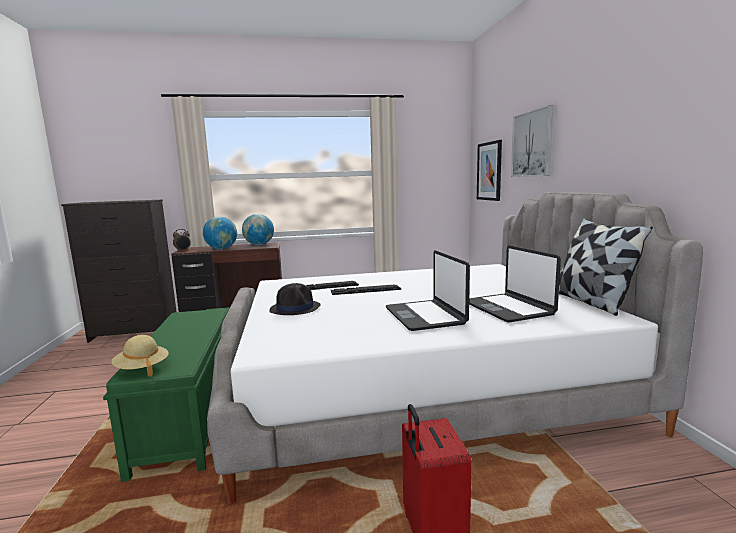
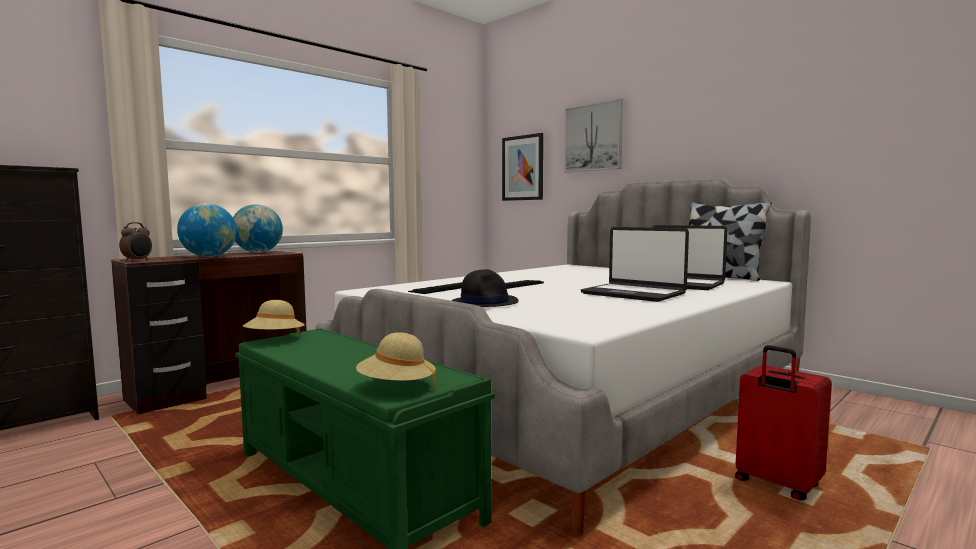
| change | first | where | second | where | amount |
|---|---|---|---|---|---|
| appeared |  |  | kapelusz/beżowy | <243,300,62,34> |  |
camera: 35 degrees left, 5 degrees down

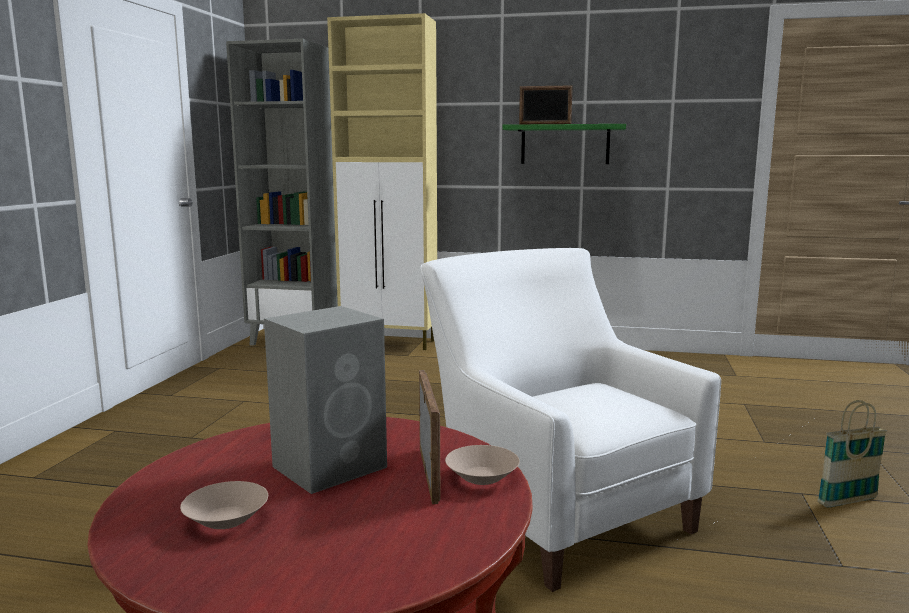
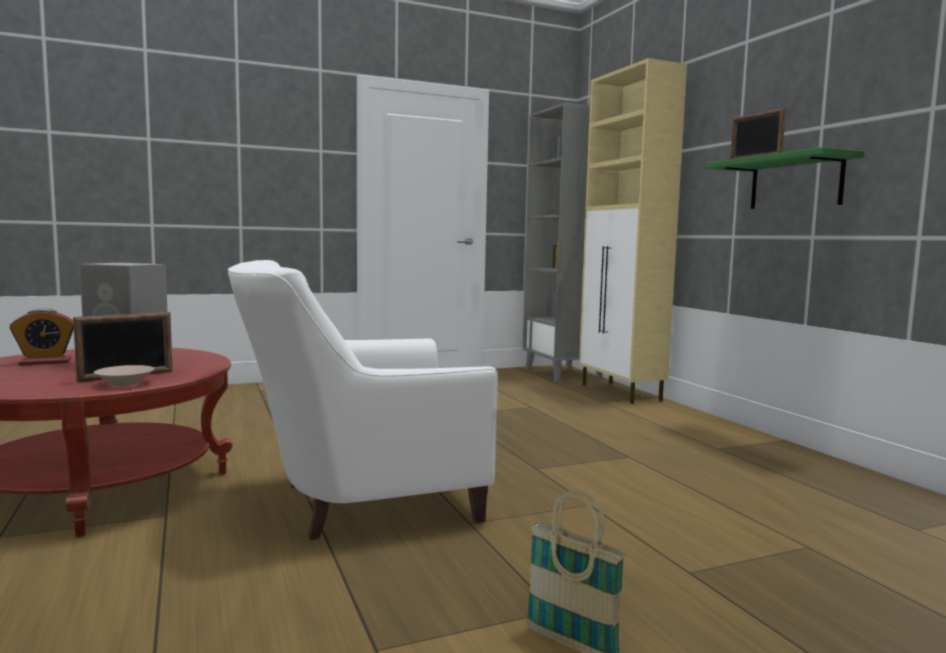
| change | first | where | second | where | amount |
|---|---|---|---|---|---|
| spun | fotel/biały | <420,248,301,344> |  | <228,260,270,280> | 135 degrees counterclockwise |
| exchanged | miska/beżowy | <180,481,88,48> | budzik | <9,309,65,56> |  |
camera: 55 degrees right, 5 degrees down

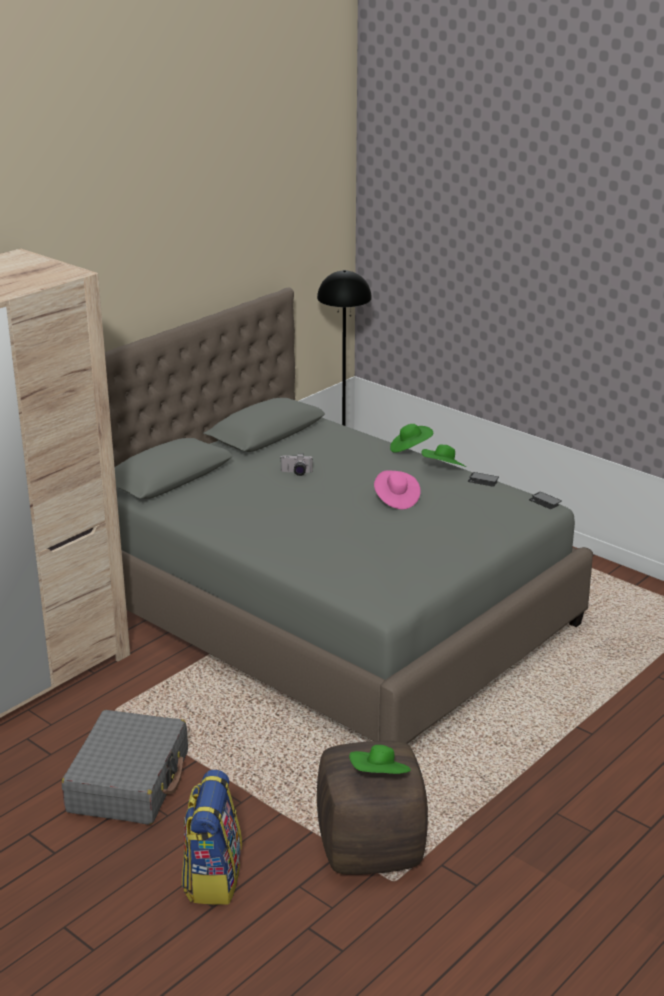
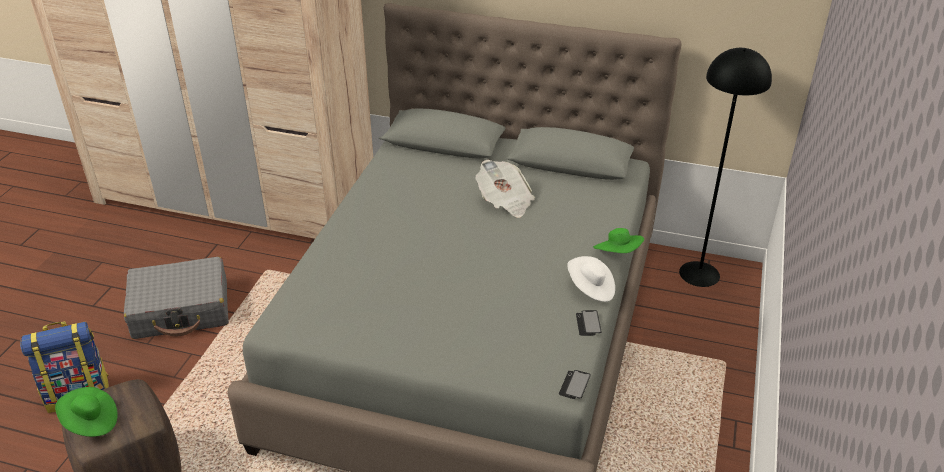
| change | first | where | second | where | amount |
|---|---|---|---|---|---|
| colour | kapelusz/zielony | <422,445,44,22> | kapelusz/biały | <567,256,48,46> |  |
| exchanged | aparat fotograficzny | <280,454,33,22> | gazeta | <476,160,59,58> |  |
| missing | kapelusz/różowy | <374,471,47,39> |  |  |  |
camera: 65 degrees right, 10 degrees up

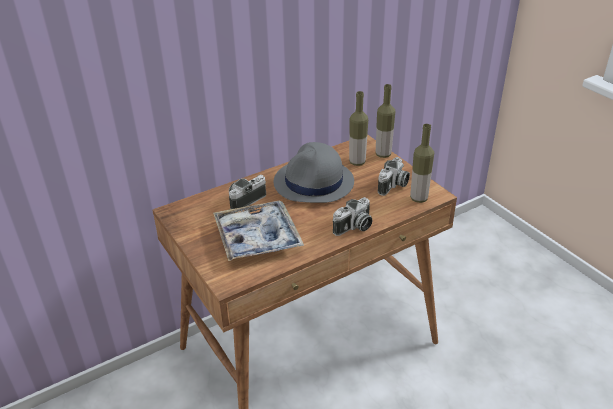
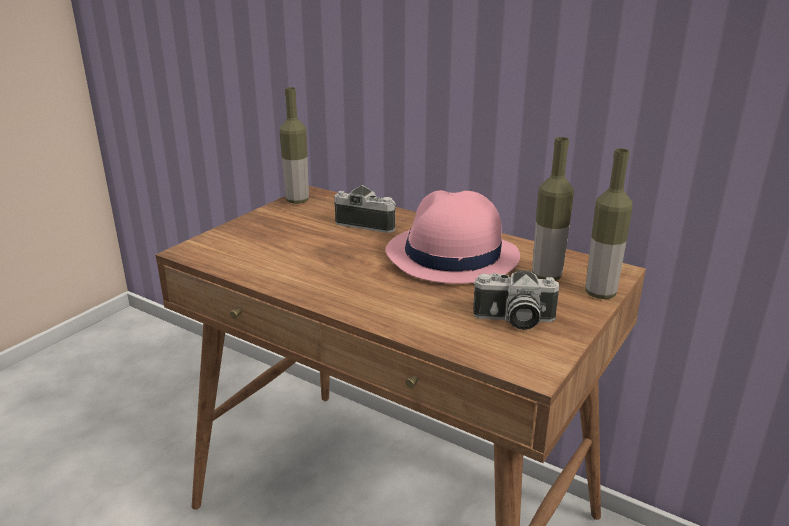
| change | first | where | second | where | amount |
|---|---|---|---|---|---|
| relocated | butelka | <410,124,24,79> |  | <280,87,29,117> |  |
| colour | kapelusz/szary | <274,142,80,61> | kapelusz/różowy | <385,190,135,94> |  |
| missing | aparat fotograficzny | <333,197,39,39> |  |  |  |
| missing | taca | <213,201,91,60> |  |  |  |
camera: 65 degrees right, 10 degrees down

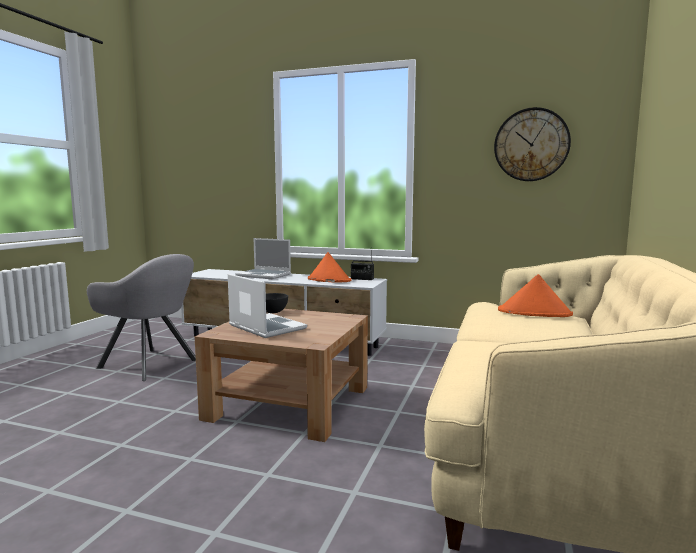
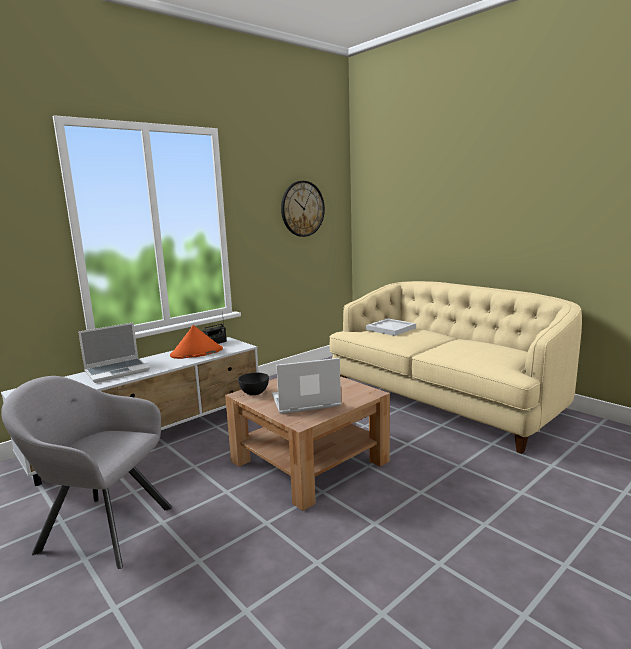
| change | first | where | second | where | amount |
|---|---|---|---|---|---|
| spun | fotel/szary | <87,254,109,127> |  | <1,376,172,193> | 135 degrees counterclockwise |
| exchanged | kapelusz/pomarańczowy | <498,274,75,43> | taca/biały | <366,318,50,18> |  |
camera: 60 degrees left, 5 degrees up

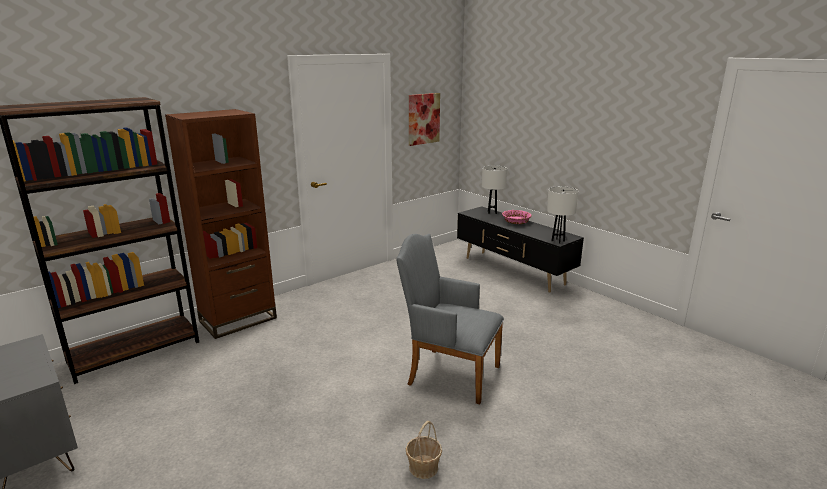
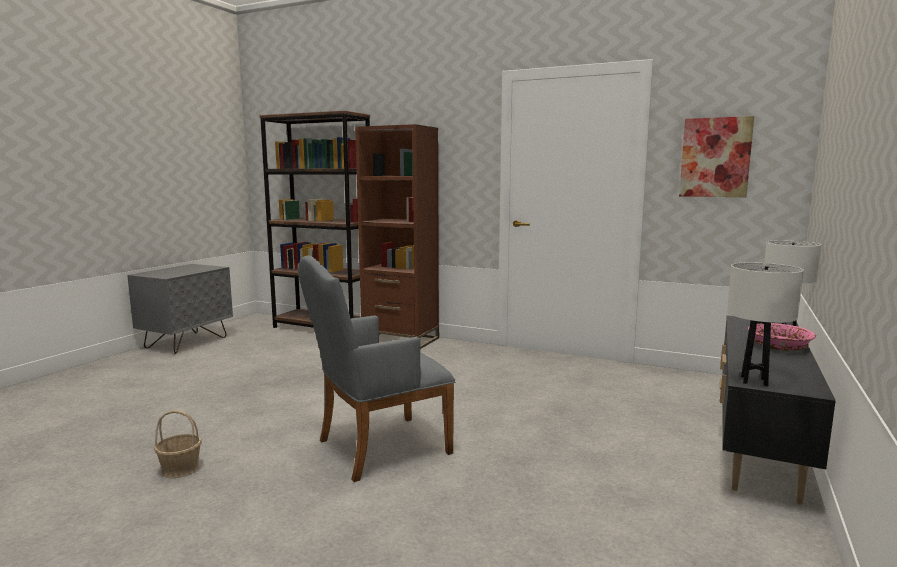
| change | first | where | second | where | amount |
|---|---|---|---|---|---|
| spun | fotel/szary | <396,234,108,171> |  | <298,256,157,226> | 120 degrees counterclockwise |
camera: 65 degrees right, 10 degrees down

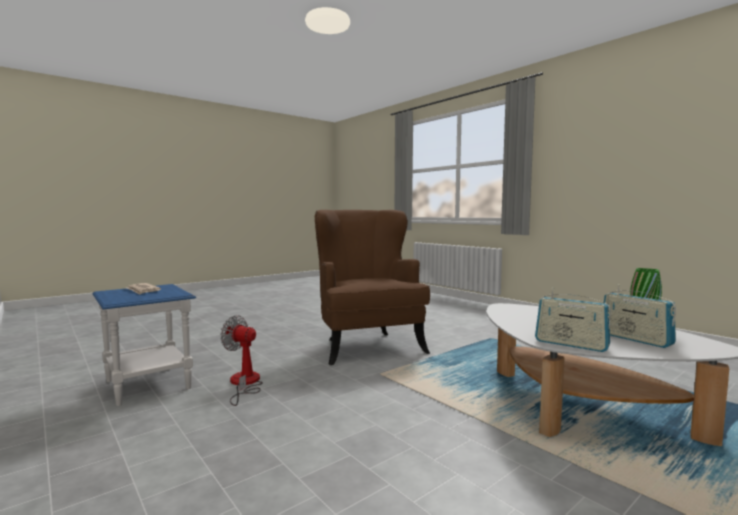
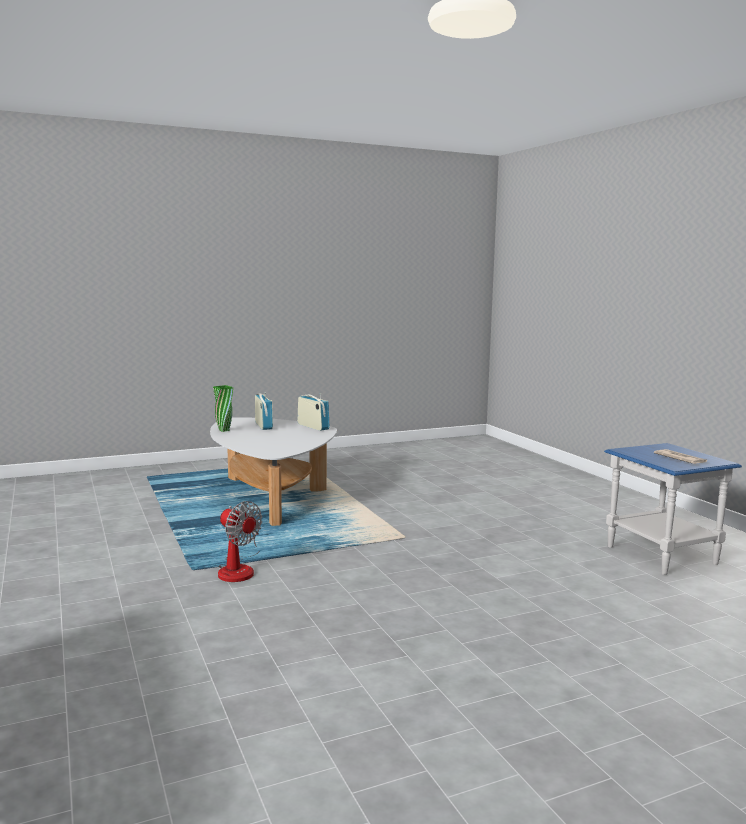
| change | first | where | second | where | amount |
|---|---|---|---|---|---|
| missing | fotel/brązowy | <315,210,115,155> |  |  |  |
| relocated | wentylator | <220,315,43,91> |  | <218,501,44,81> |  |
camera: 165 degrees left, 5 degrees up

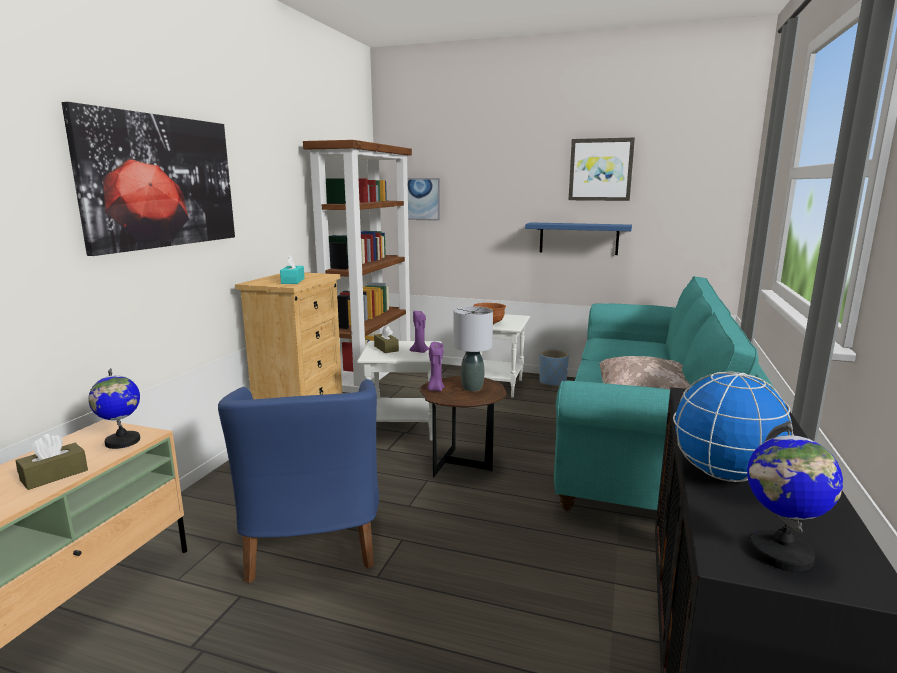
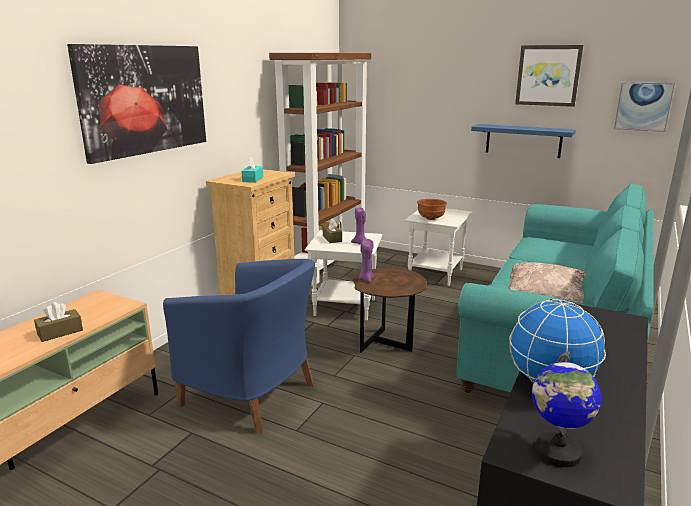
| change | first | where | second | where | amount |
|---|---|---|---|---|---|
| relocated | obraz | <407,178,33,43> |  | <614,82,61,50> |  |
| missing | lampa stołowa/szary | <454,306,39,85> |  |  |  |
| missing | donica/niebieski | <539,350,30,37> |  |  |  |
| missing | globus | <88,368,52,81> |  |  |  |
| spun | fotel/niebieski | <218,379,161,204> |  | <163,259,152,176> | 60 degrees counterclockwise |
camera: 10 degrees right, 5 degrees up

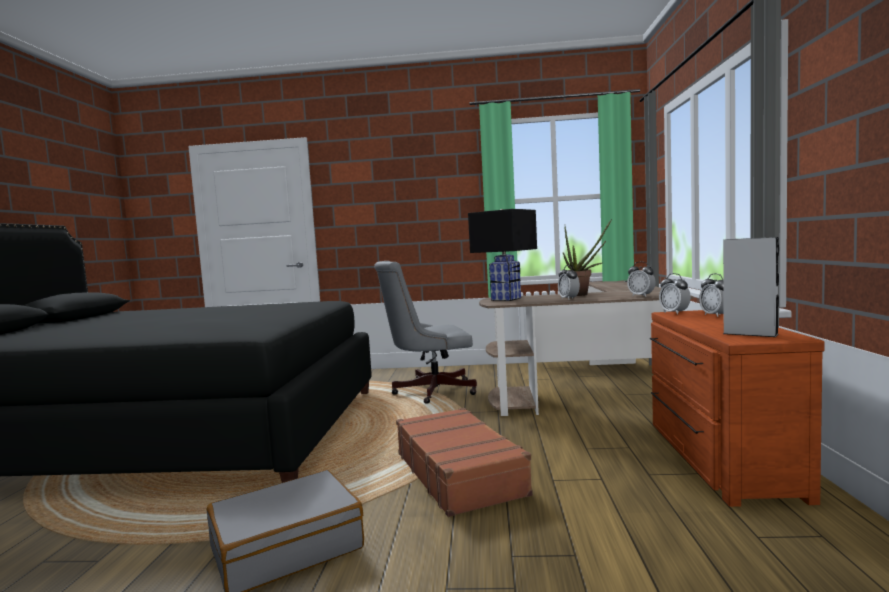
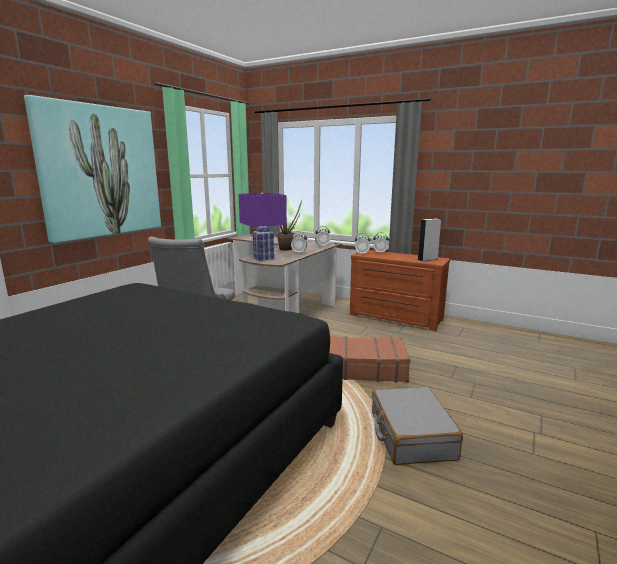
| change | first | where | second | where | amount |
|---|---|---|---|---|---|
| colour | lampa stołowa/czarny | <468,209,69,92> | lampa stołowa/fioletowy | <239,193,48,68> |  |
| appeared |  |  | obraz | <24,95,137,148> |  |
camera: 65 degrees left, 10 degrees up

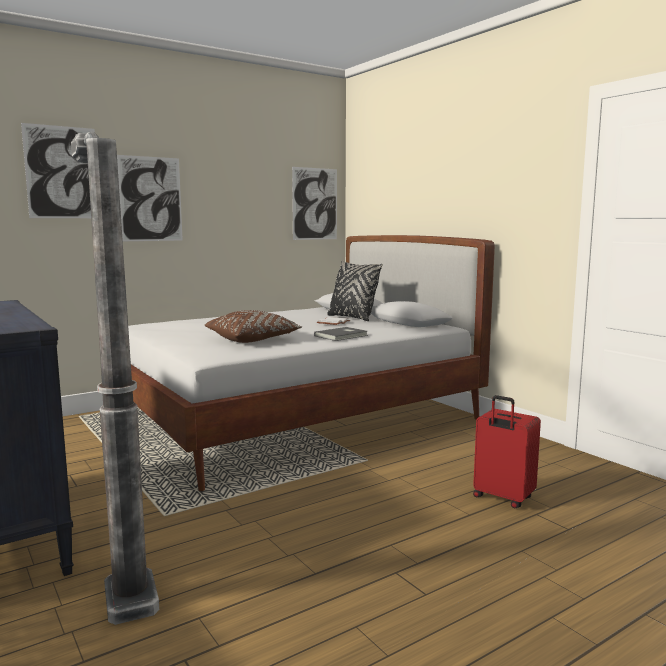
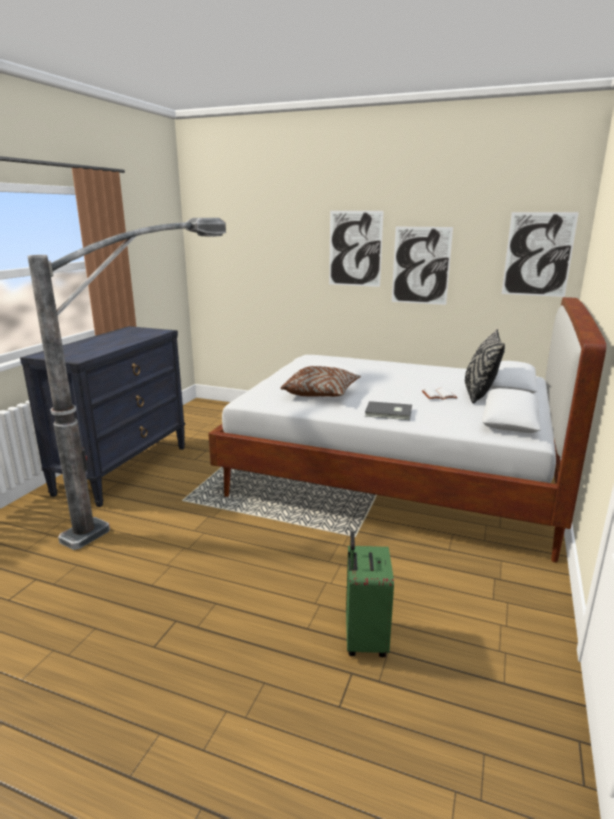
| change | first | where | second | where | amount |
|---|---|---|---|---|---|
| relocated | obraz | <21,123,74,95> |  | <392,227,61,78> |  |
| colour | walizka/czerwony | <473,395,68,114> | walizka/zielony | <346,531,48,126> |  |
camera: 55 degrees right, 10 degrees up

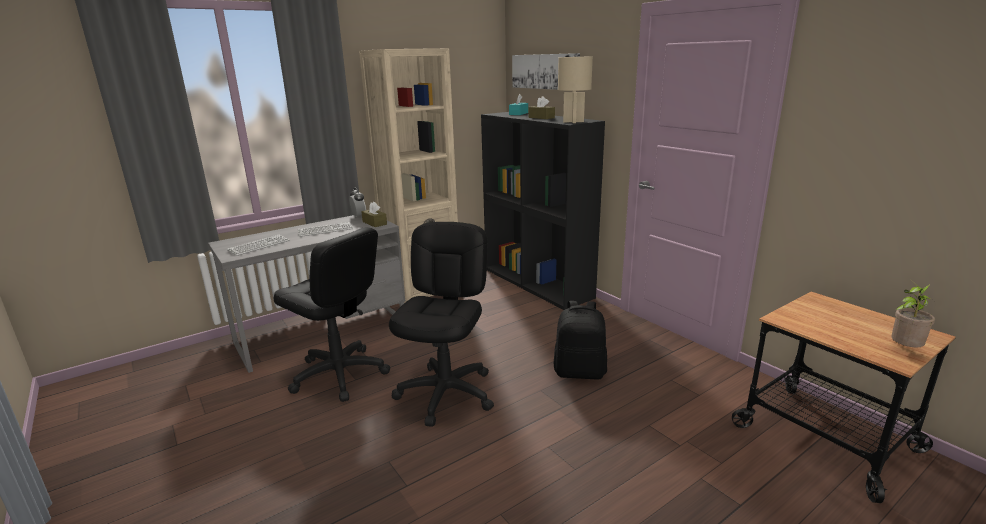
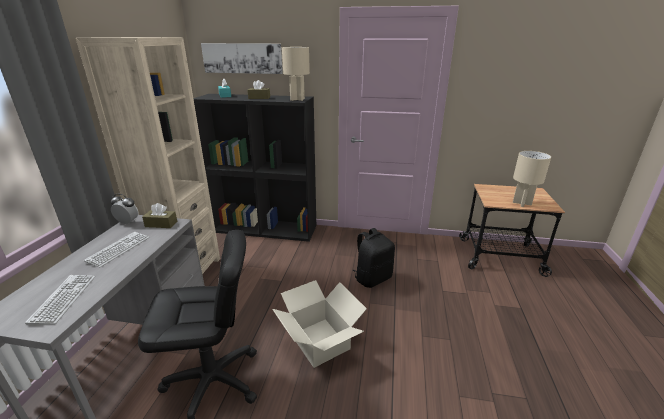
| change | first | where | second | where | amount |
|---|---|---|---|---|---|
| exchanged | krzesło biurowe/czarny | <389,222,105,205> | karton | <272,280,95,88> |  |
| missing | roślina doniczkowa | <891,280,44,67> |  |  |  |
| appeared |  |  | lampa stołowa/beżowy | <513,151,38,56> |  |
camera: 45 degrees left, 5 degrees up

